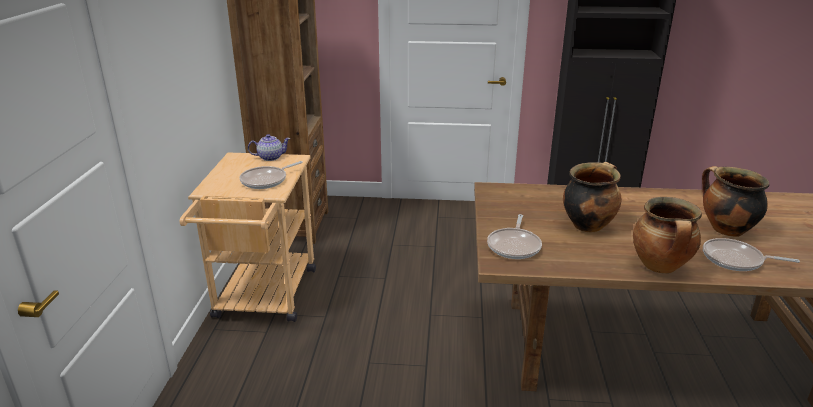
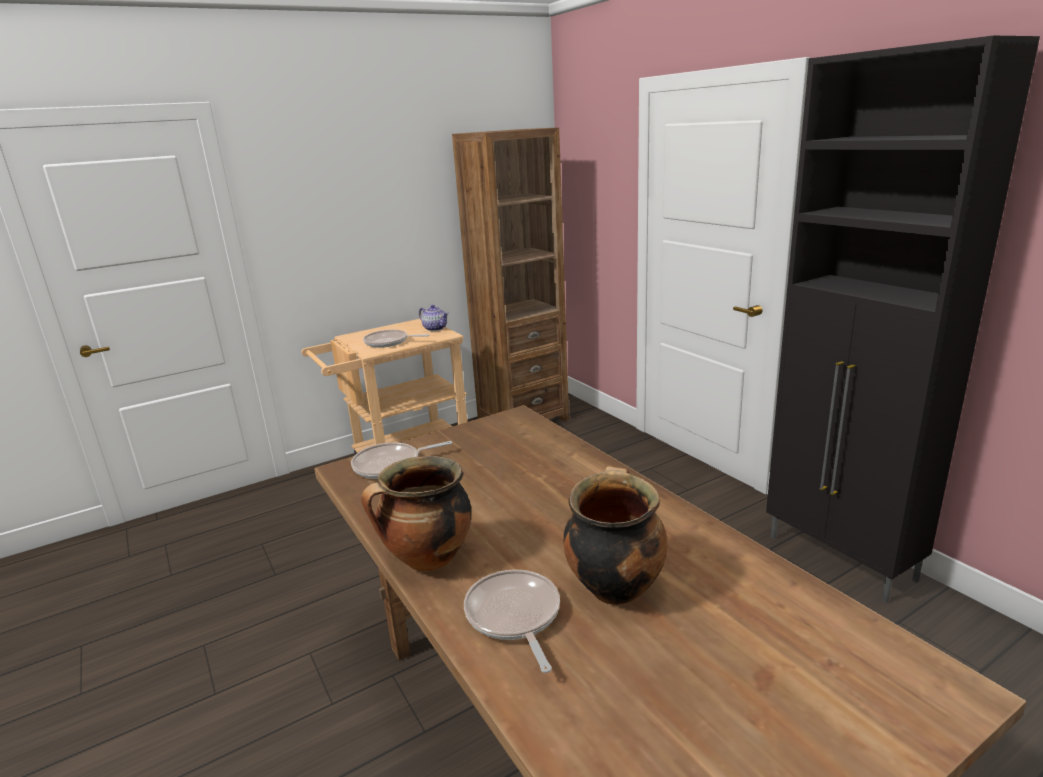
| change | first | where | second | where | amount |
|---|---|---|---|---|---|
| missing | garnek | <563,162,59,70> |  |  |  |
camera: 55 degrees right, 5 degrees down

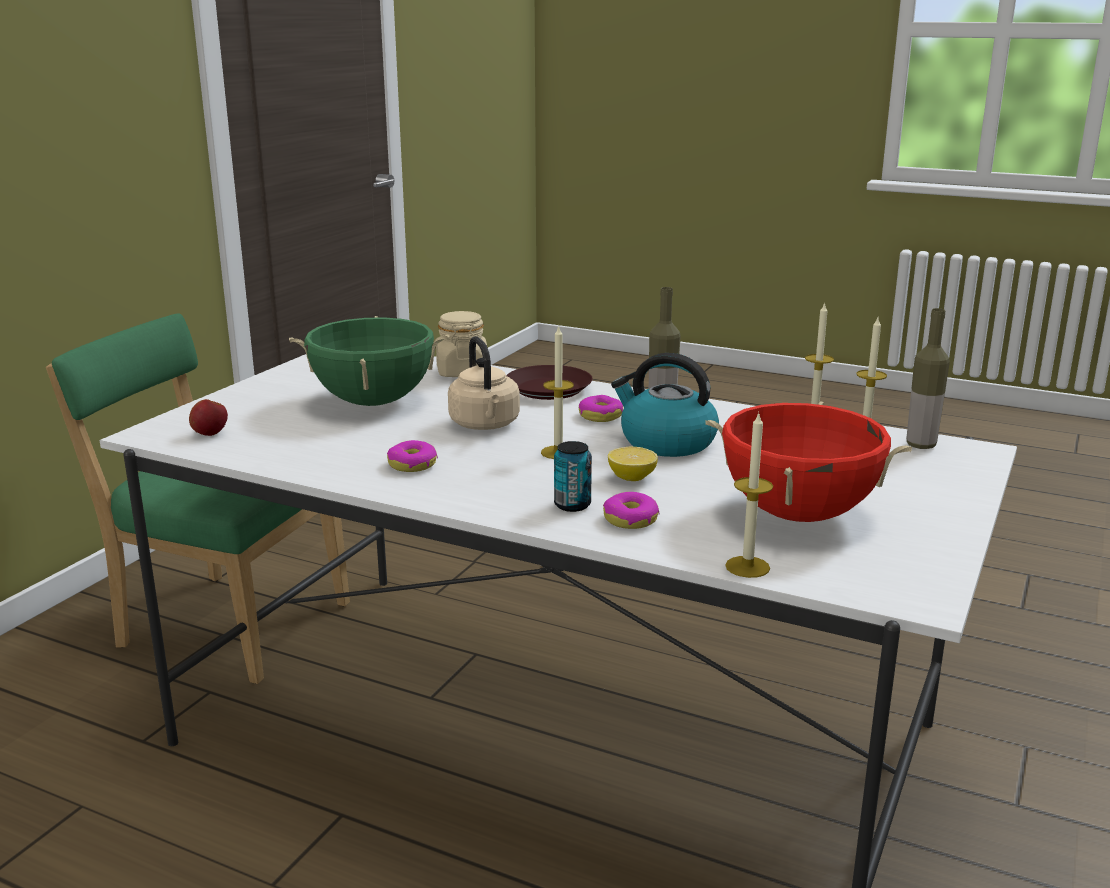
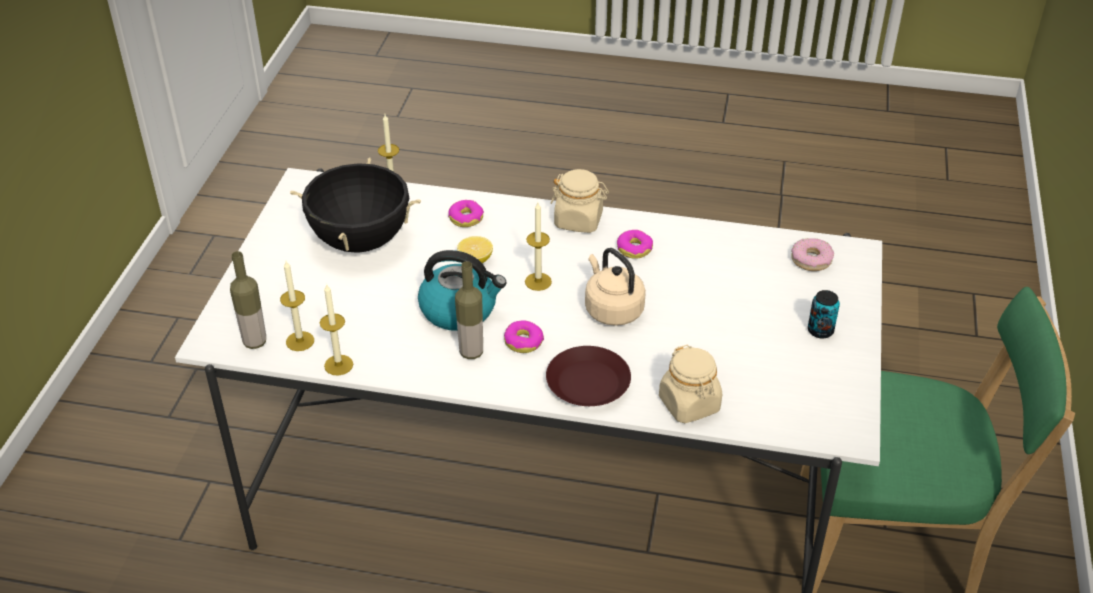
| change | first | where | second | where | amount |
|---|---|---|---|---|---|
| missing | garnek/zielony | <289,316,161,90> |  |  |  |
| exchanged | jabłko | <189,399,39,37> | donut | <791,238,43,33> |  |
| colour | garnek/czerwony | <705,401,208,121> | garnek/czarny | <290,157,131,96> |  |
| relocated | puszka | <554,441,38,71> |  | <808,290,32,49> |  |
| appeared |  |  | słoik/beżowy | <551,169,58,64> |  |
camera: 165 degrees right, 20 degrees up

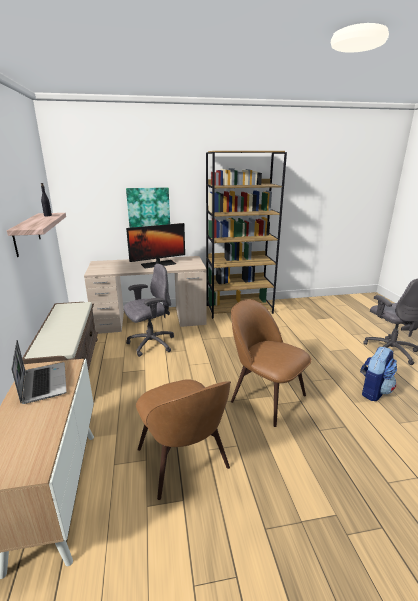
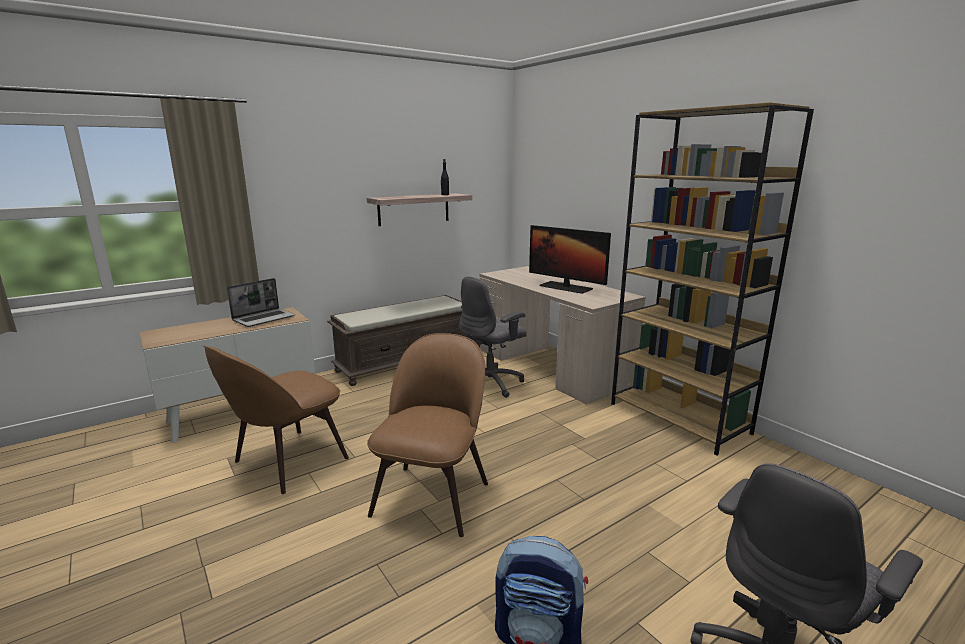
| change | first | where | second | where | amount |
|---|---|---|---|---|---|
| missing | obraz | <126,187,44,41> |  |  |  |
| spun | krzesło biurowe/szary | <124,264,50,93> |  | <459,277,68,121> | 105 degrees clockwise |
camera: 65 degrees right, 5 degrees down

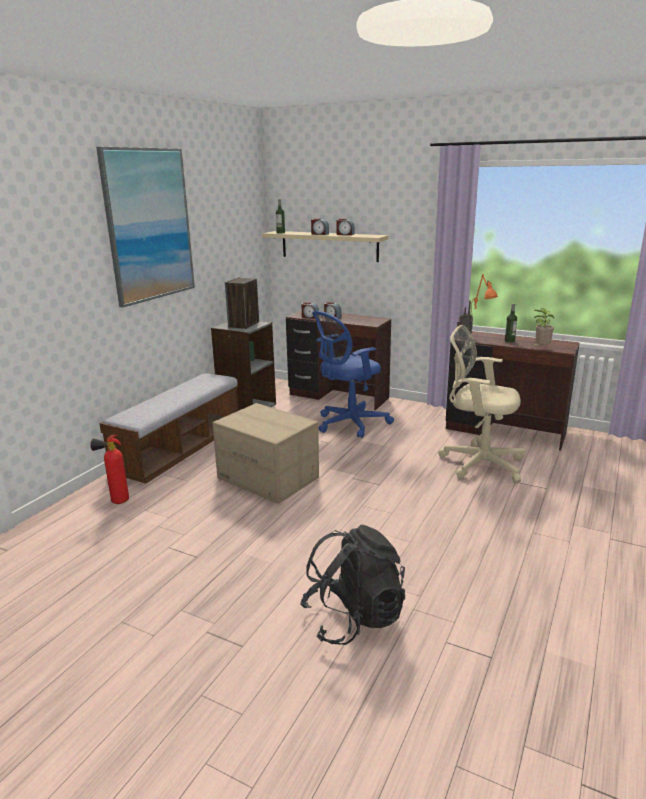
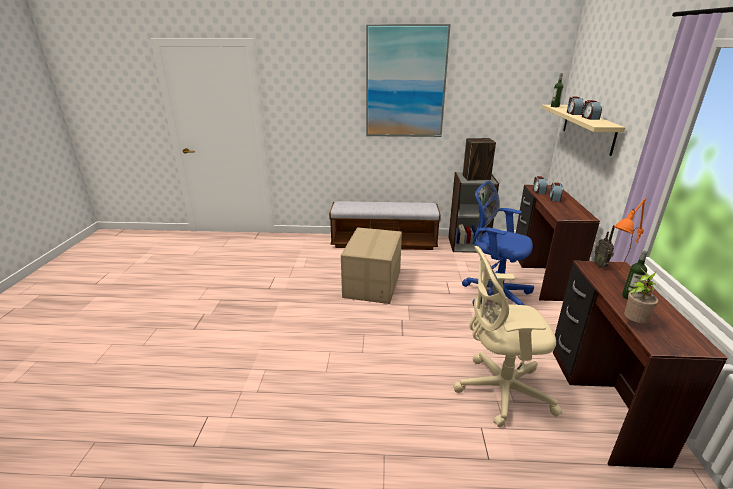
| change | first | where | second | where | amount |
|---|---|---|---|---|---|
| spun | krzesło biurowe/beżowy | <438,325,87,158> |  | <453,246,110,181> | 90 degrees counterclockwise |
| missing | gaśnica | <90,435,39,69> |  |  |  |
| missing | plecak/czarny | <300,525,105,120> |  |  |  |
camera: 65 degrees right, 5 degrees up

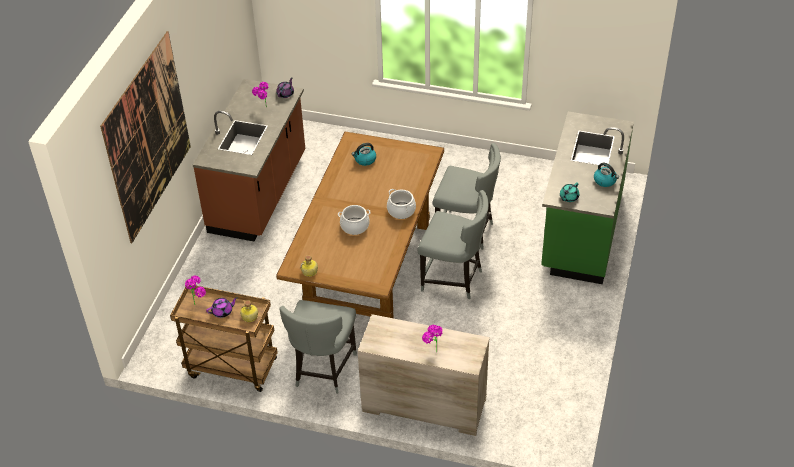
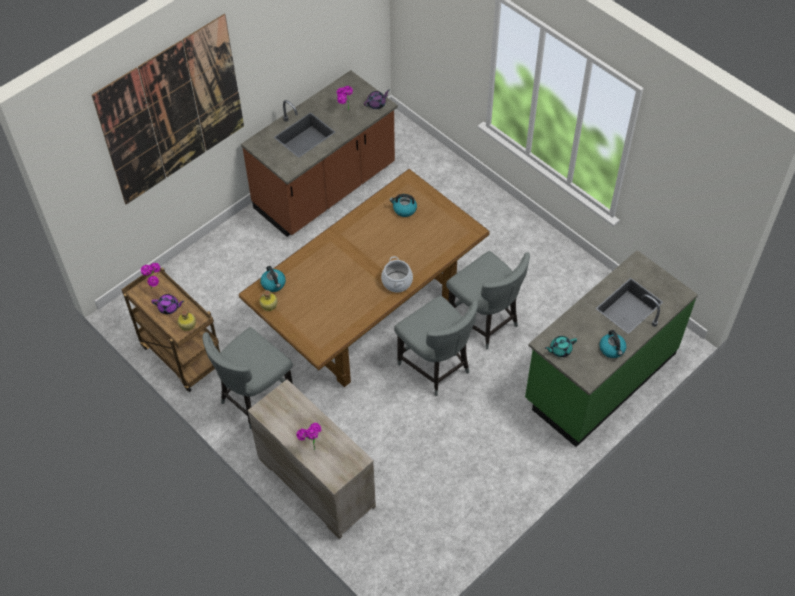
| change | first | where | second | where | amount |
|---|---|---|---|---|---|
| missing | garnek | <338,205,32,30> |  |  |  |
| appeared |  |  | czajnik | <260,266,26,26> |  |
camera: 30 degrees right, 10 degrees up

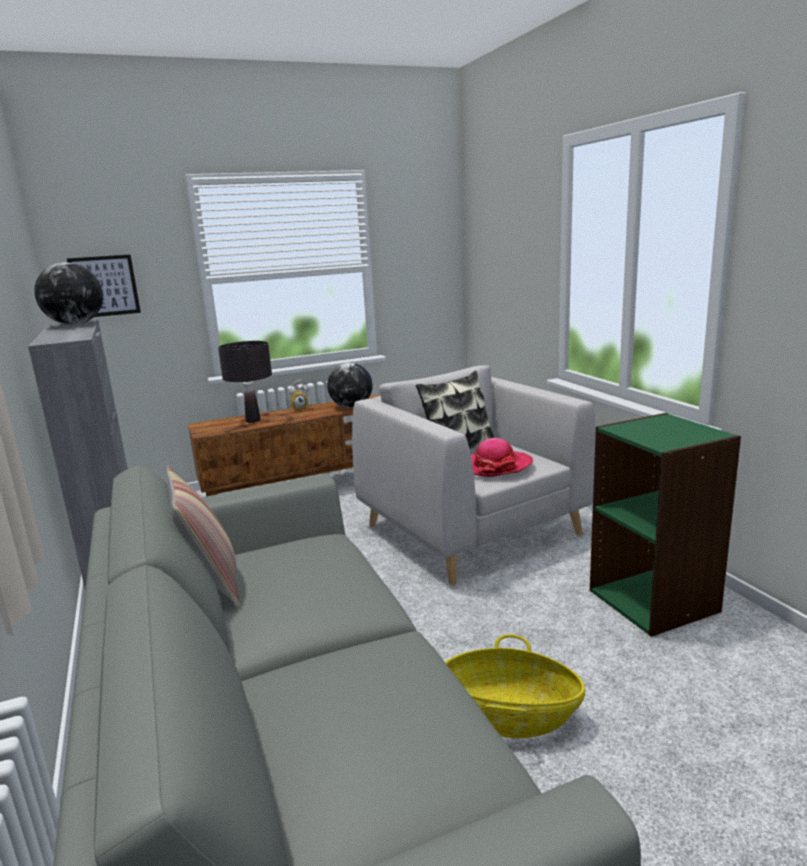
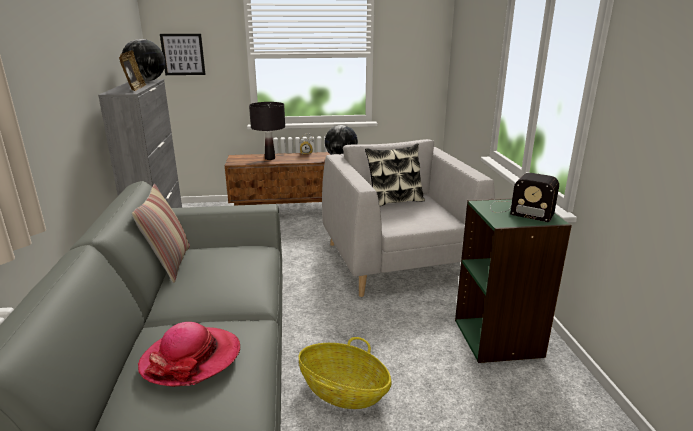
| change | first | where | second | where | amount |
|---|---|---|---|---|---|
| relocated | kapelusz | <471,438,62,39> |  | <138,322,102,65> |  |
| appeared |  |  | ramka na zdjęcie | <119,50,27,41> |  |
| appeared |  |  | radio | <490,173,69,49> |  |
camera: 15 degrees right, 5 degrees up

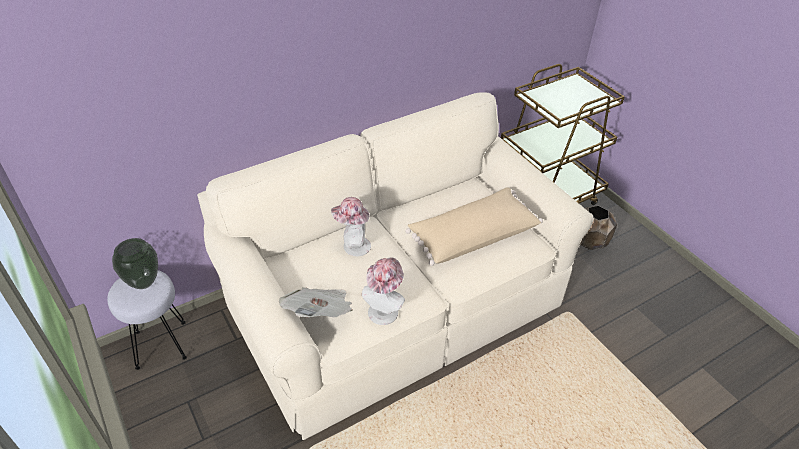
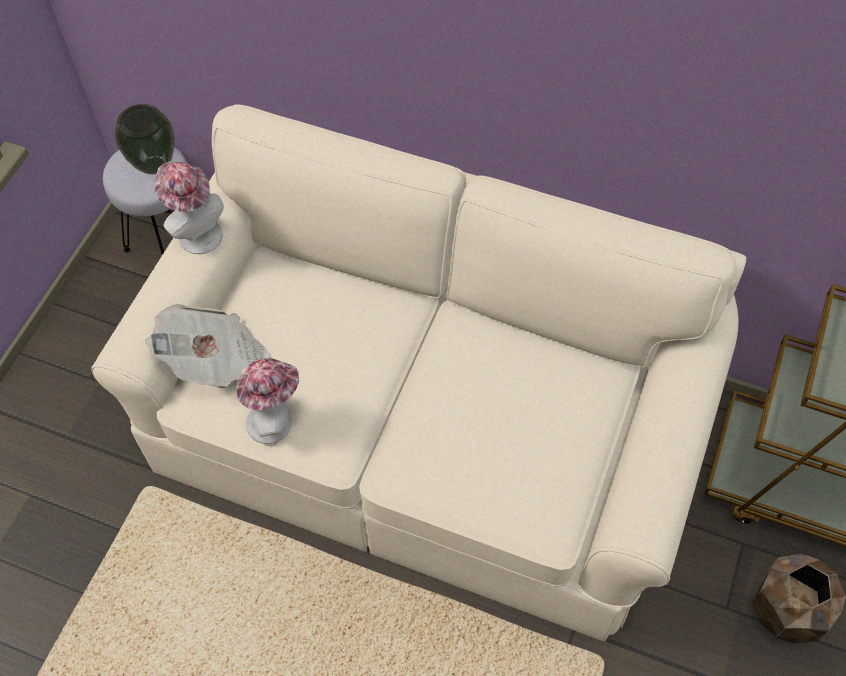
| change | first | where | second | where | amount |
|---|---|---|---|---|---|
| missing | poduszka/beżowy | <406,187,137,79> |  |  |  |
| relocated | kapelusz | <331,197,40,59> |  | <154,161,70,93> |  |
camera: 55 degrees right, 15 degrees up

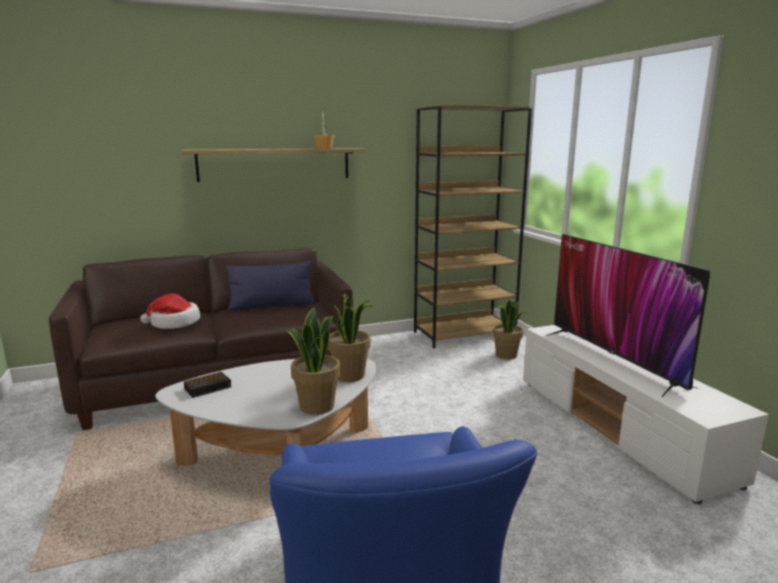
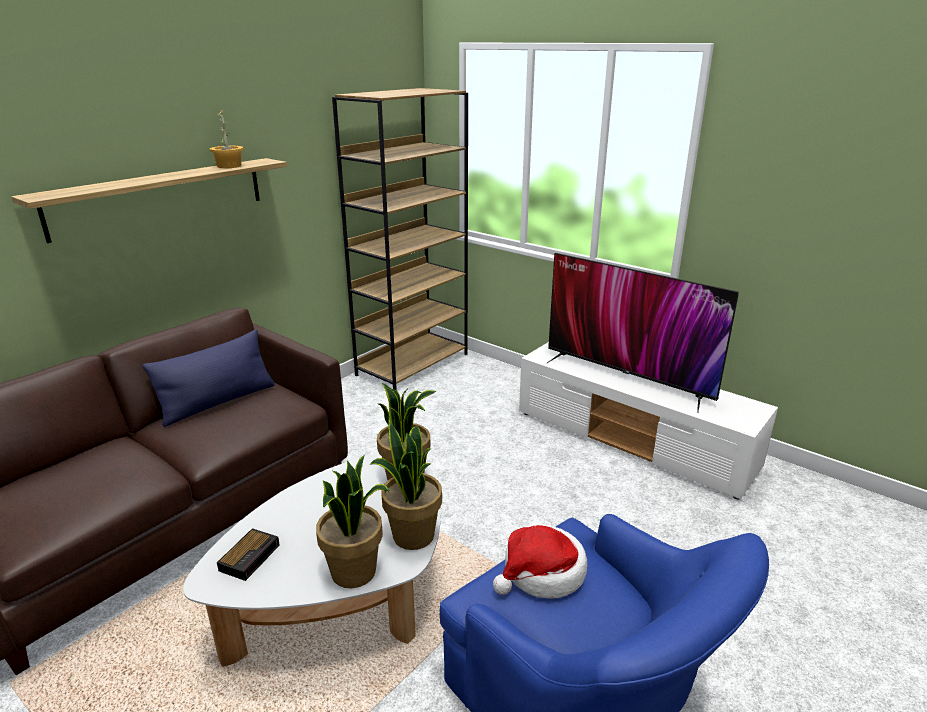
| change | first | where | second | where | amount |
|---|---|---|---|---|---|
| relocated | kapelusz | <140,293,60,36> |  | <493,525,94,73> |  |
| relocated | roślina doniczkowa | <493,300,36,59> |  | <316,455,74,133> |  |
camera: 30 degrees left, 10 degrees up

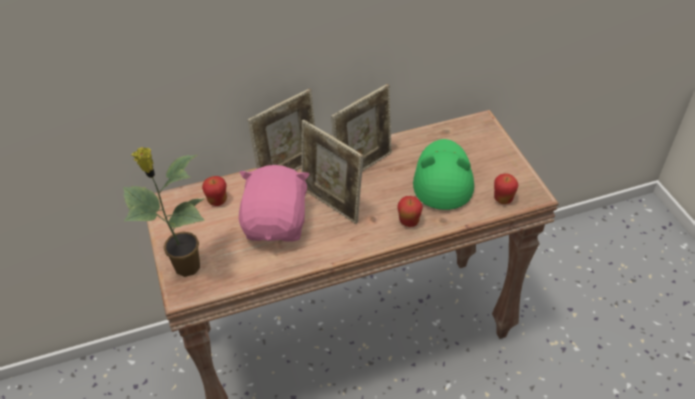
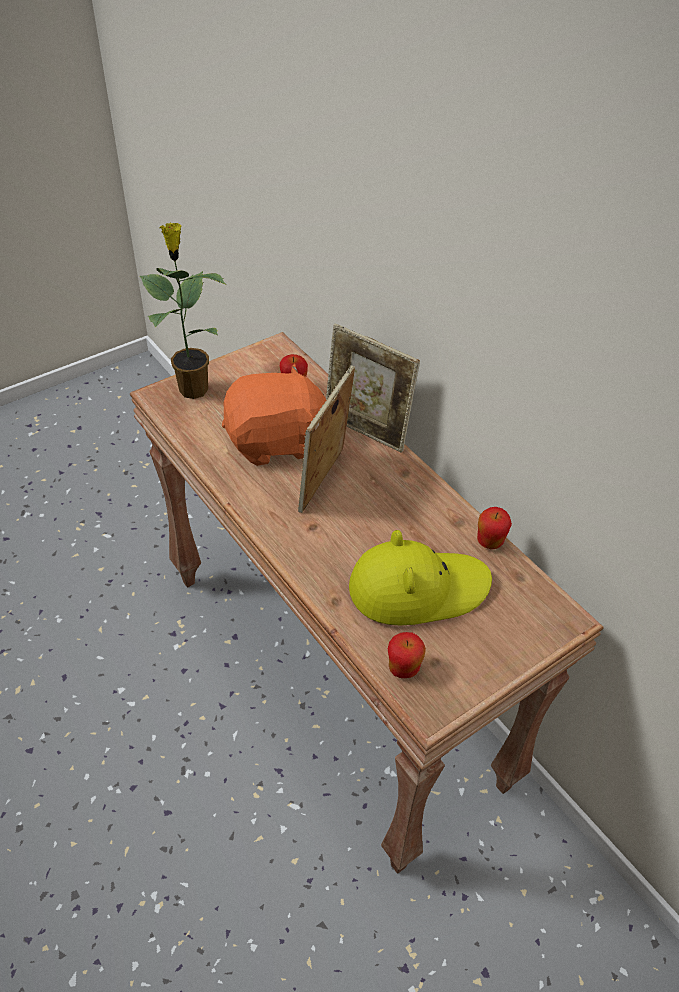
| change | first | where | second | where | amount |
|---|---|---|---|---|---|
| missing | ramka na zdjęcie | <331,84,61,88> |  |  |  |
| colour | kapelusz/zielony | <413,139,61,71> | kapelusz/żółty | <349,530,143,95> |  |
| colour | pluszak/różowy | <239,165,71,77> | pluszak/pomarańczowy | <222,363,104,103> |  |
| relocated | jabłko | <397,196,26,31> |  | <477,507,35,42> |  |
camera: 70 degrees right, 0 degrees up

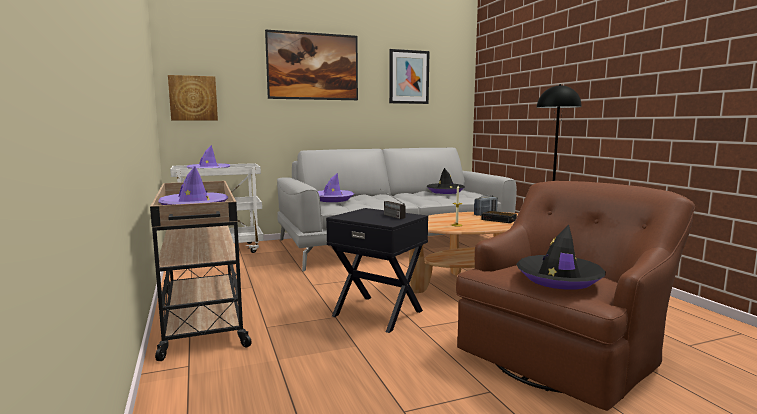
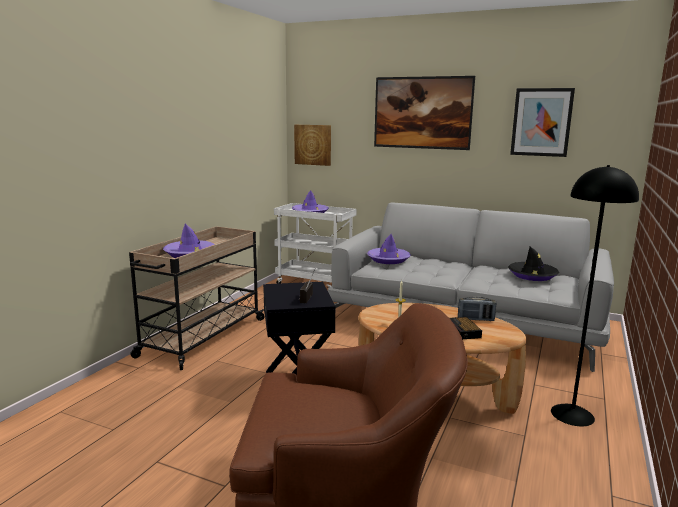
| change | first | where | second | where | amount |
|---|---|---|---|---|---|
| missing | kapelusz/czarny | <516,225,90,65> |  |  |  |
camera: 45 degrees right, 5 degrees up

